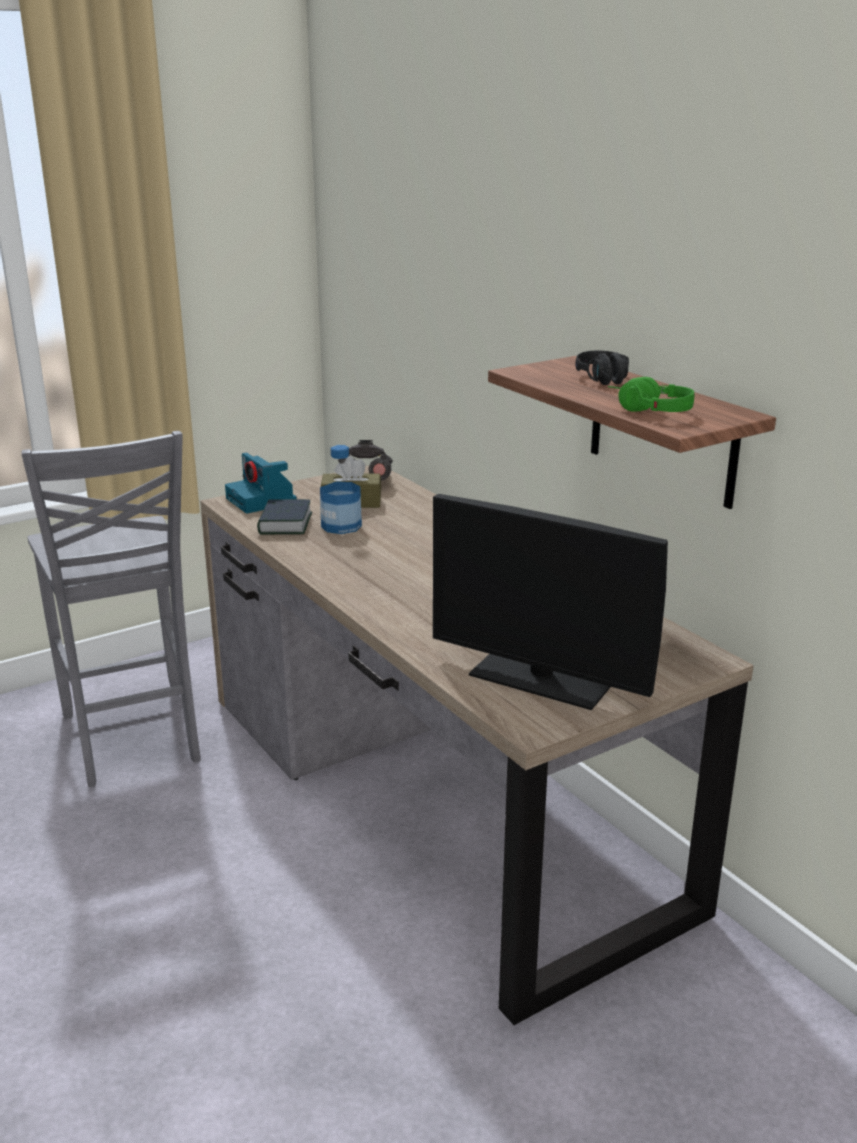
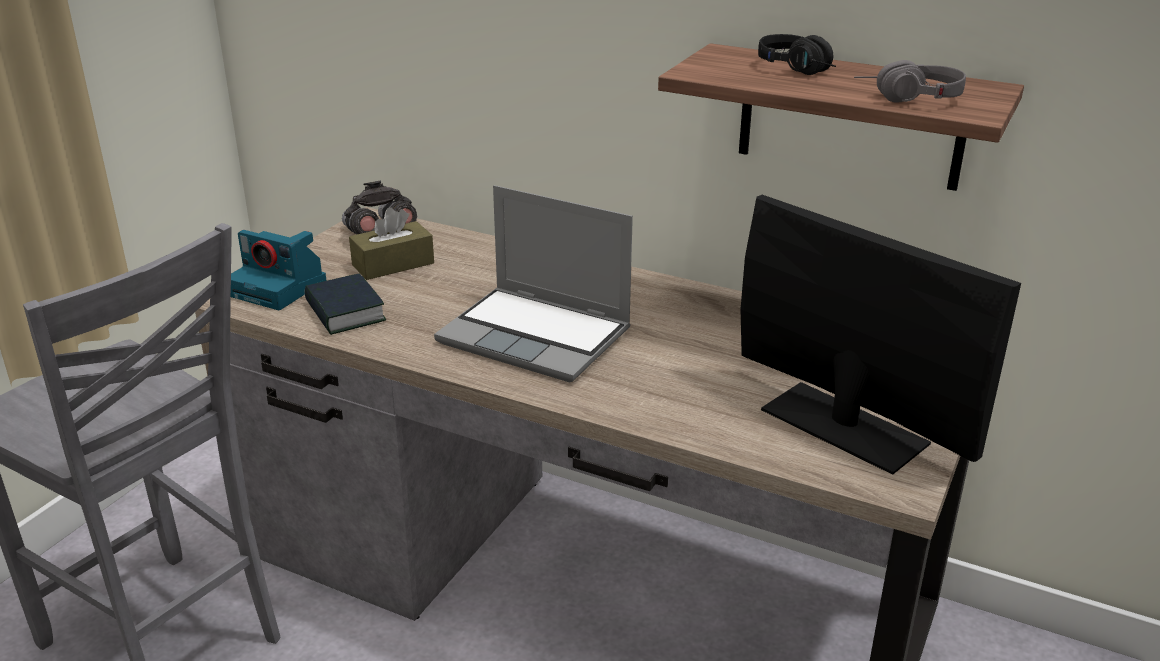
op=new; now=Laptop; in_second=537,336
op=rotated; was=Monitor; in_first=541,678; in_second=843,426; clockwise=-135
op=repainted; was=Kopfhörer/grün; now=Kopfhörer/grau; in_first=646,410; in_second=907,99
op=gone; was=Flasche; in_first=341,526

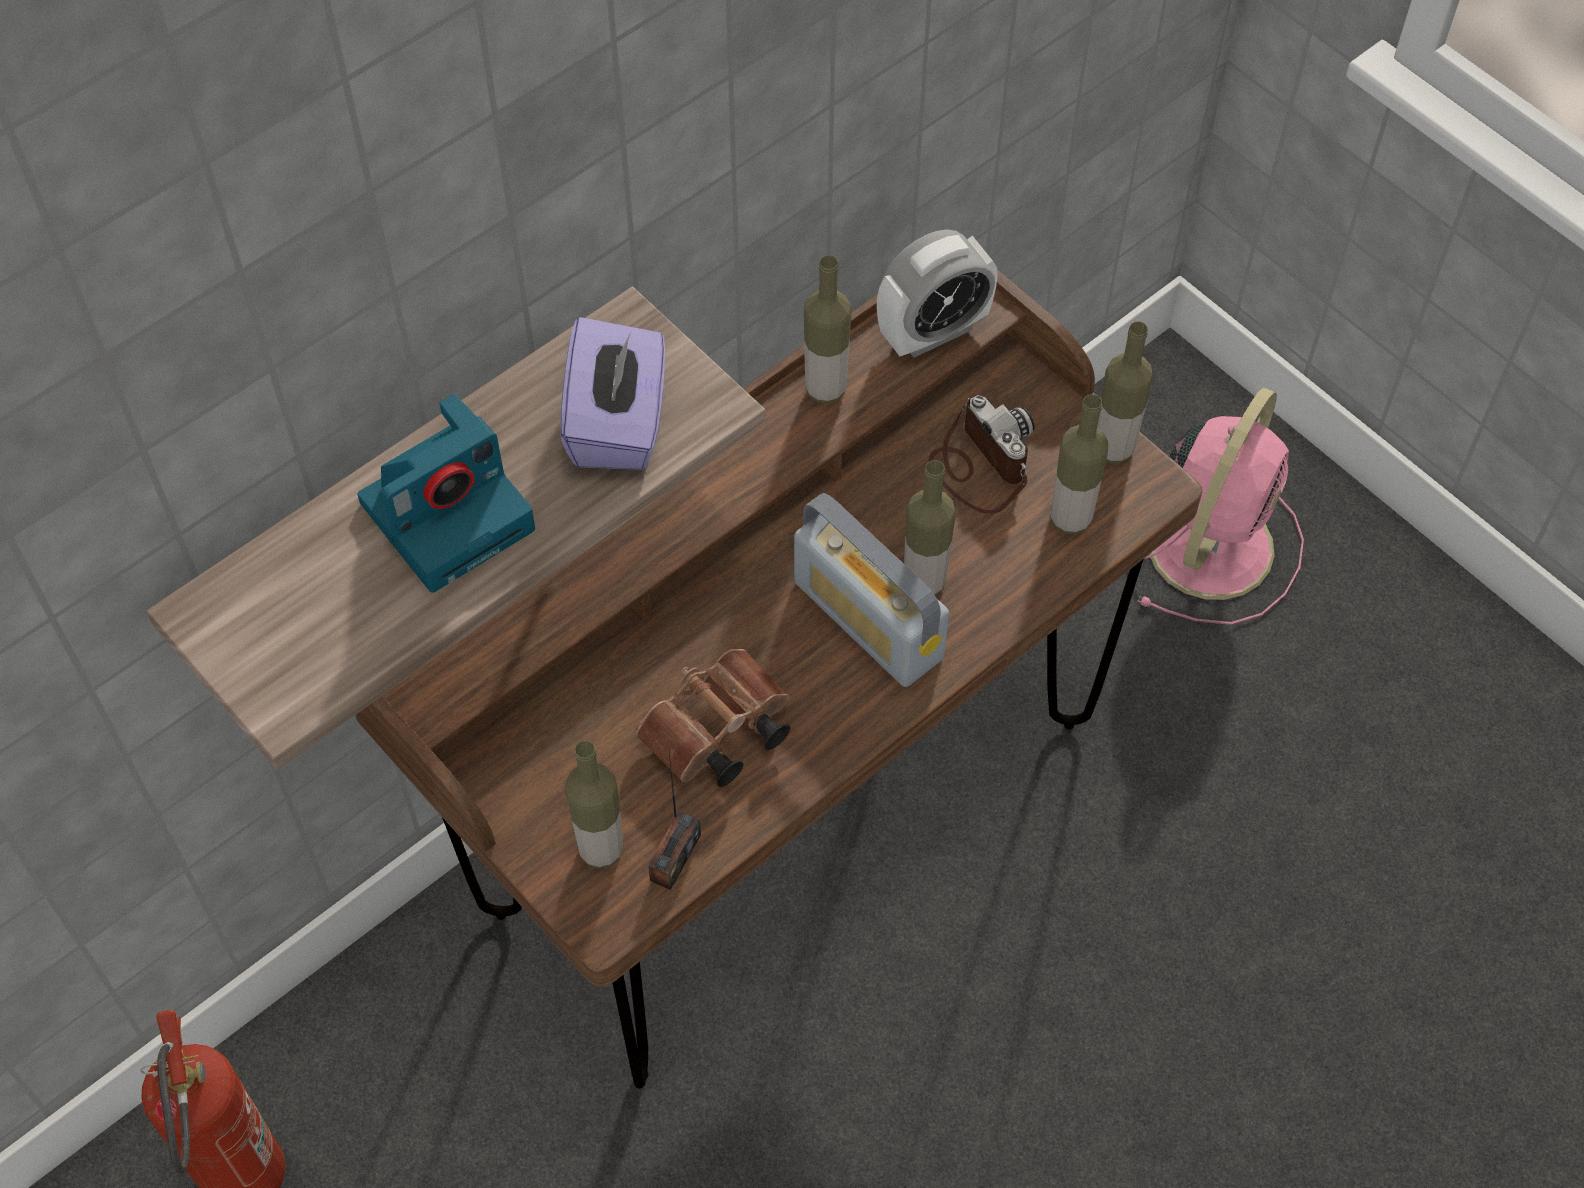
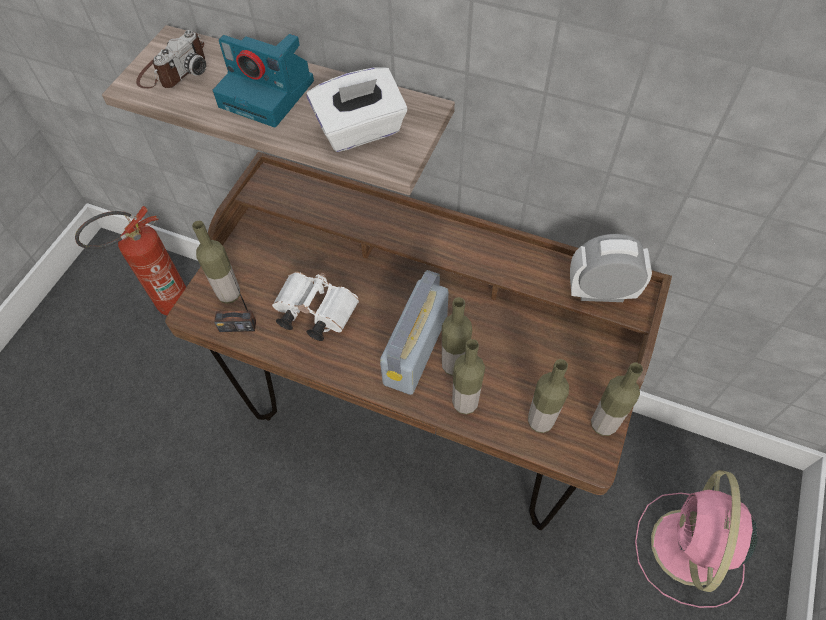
op=shifted; was=Kamera; in_first=979,465; in_second=174,70
op=repainted; was=Fernglas/braun; now=Fernglas/weiß; in_first=715,735; in_second=313,312
op=repainted; was=Taschentuchbox/lila; now=Taschentuchbox/weiß; in_first=618,423; in_second=360,131
op=shifted; was=Flasche; in_first=826,389; in_second=465,403
op=rotated; was=Wecker; in_first=933,332; in_second=601,293; clockwise=150
op=rotated; was=Ventilator/rosa; in_first=1212,542; in_second=688,550; clockwise=105

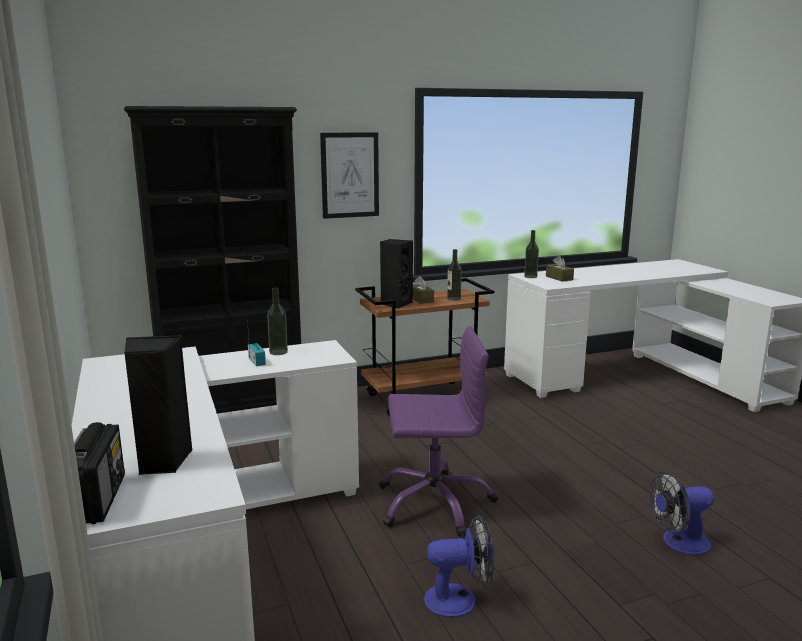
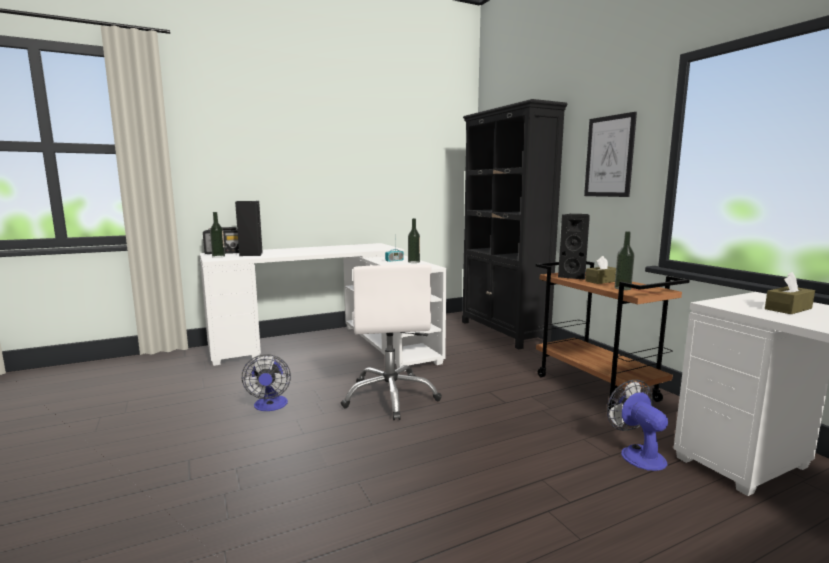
op=shifted; was=Flasche; in_first=530,277; in_second=218,256
op=repainted; was=Bürostuhl/lila; now=Bürostuhl/weiß; in_first=434,503; in_second=391,397
op=shifted; was=Ventilator; in_first=678,543; in_second=637,454

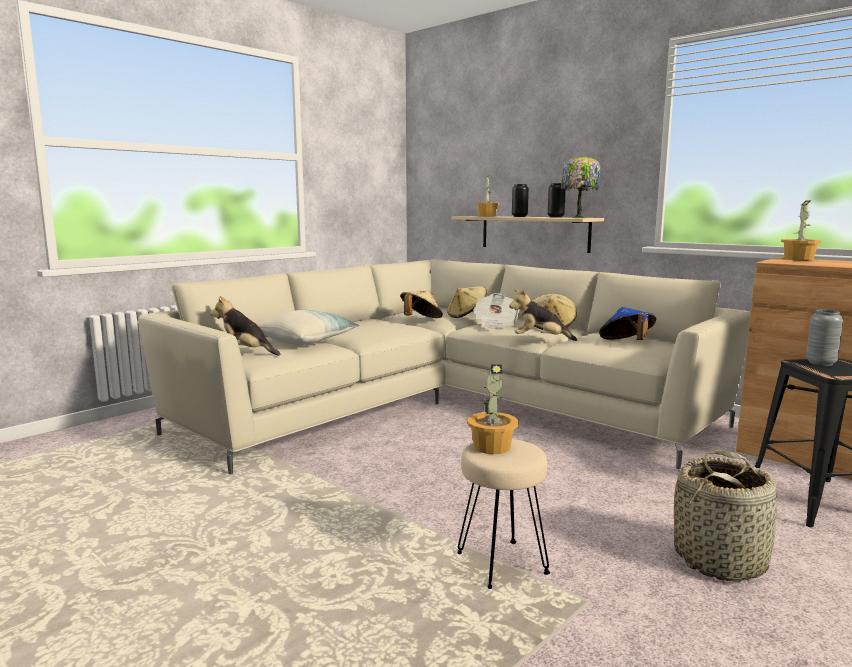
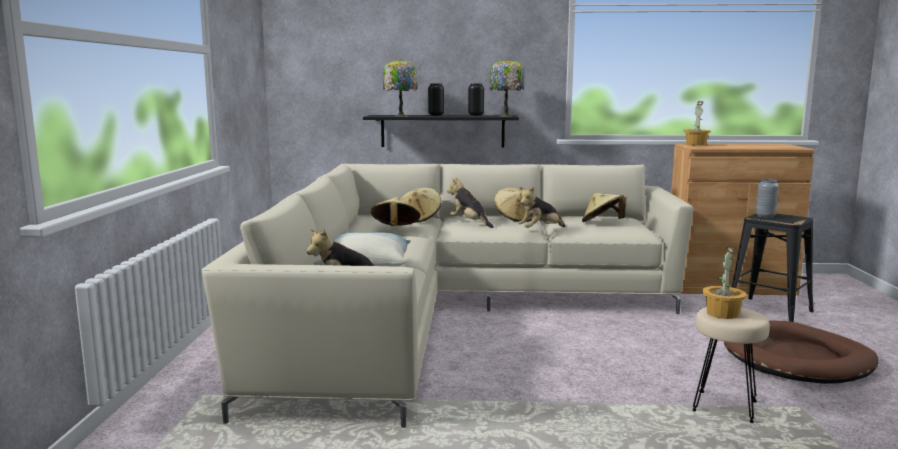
op=repainted; was=Wandregal/beige; now=Wandregal/schwarz; in_first=534,233; in_second=442,131
op=swapped; was=Topfpflanze; now=Tischlampe; in_first=487,216; in_second=400,115
op=swapped; was=Zeitung; now=Plüschtier; in_first=495,324; in_second=469,223
op=repainted; was=Hut/blau; now=Hut/beige; in_first=626,343; in_second=602,223
op=swapped; was=Korb; now=Hundebett/braun; in_first=720,559; in_second=798,359

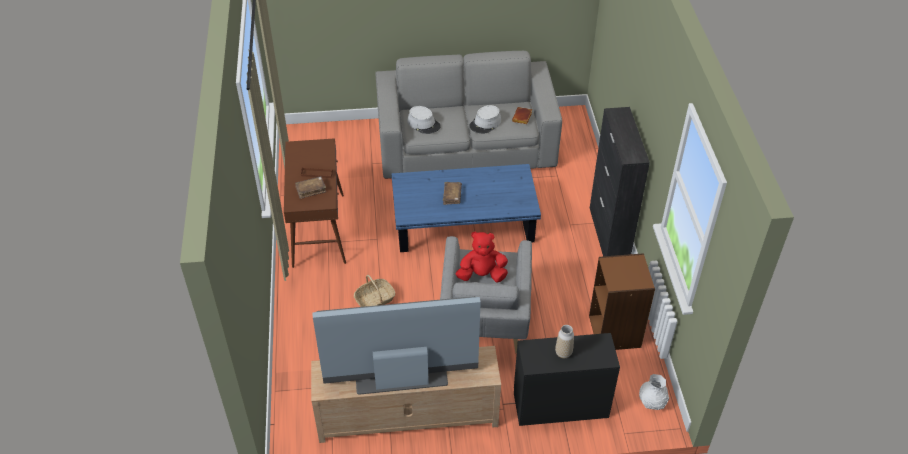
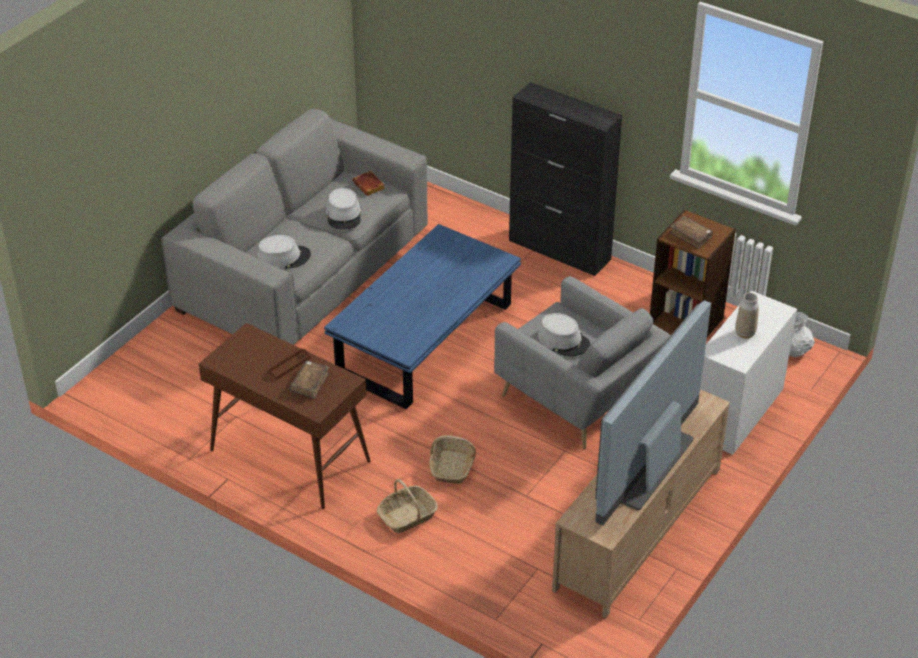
op=new; now=Korb; in_second=407,516
op=swapped; was=Plüschtier/rot; now=Hut/grau; in_first=482,275; in_second=564,341
op=shifted; was=Buch/braun; in_first=452,196; in_second=691,236
op=repainted; was=Kommode/schwarz; now=Kommode/weiß; in_first=560,404; in_second=735,411

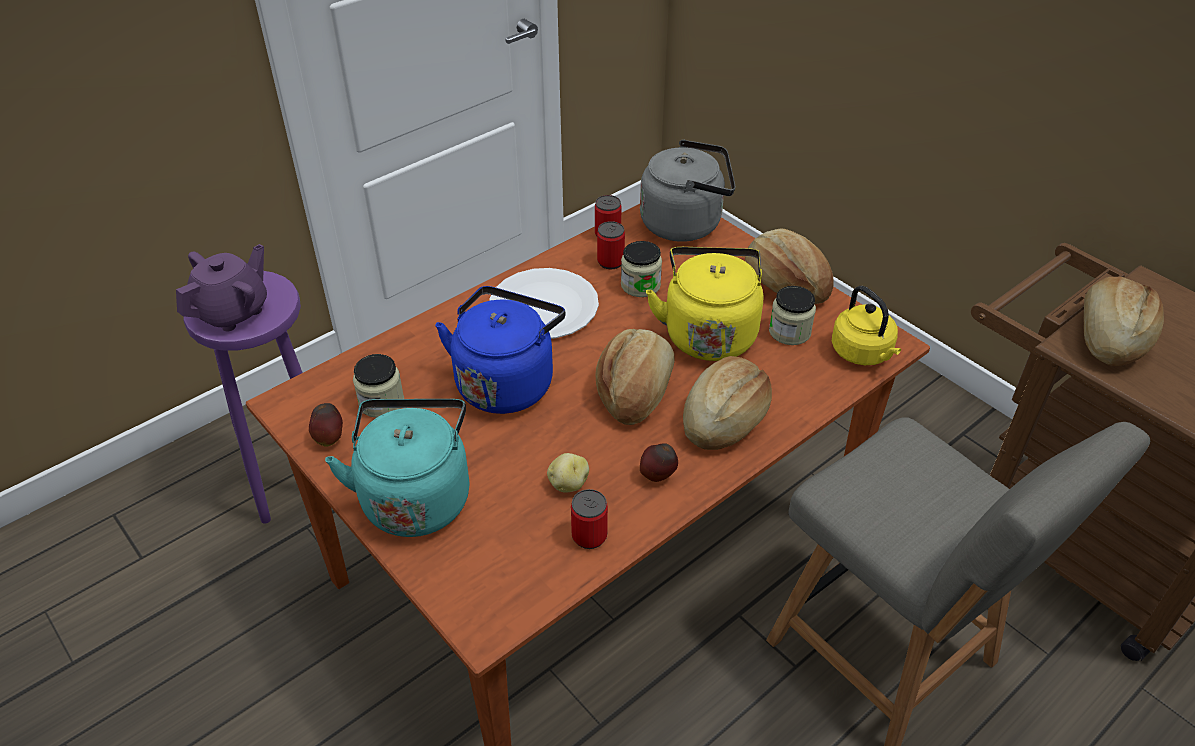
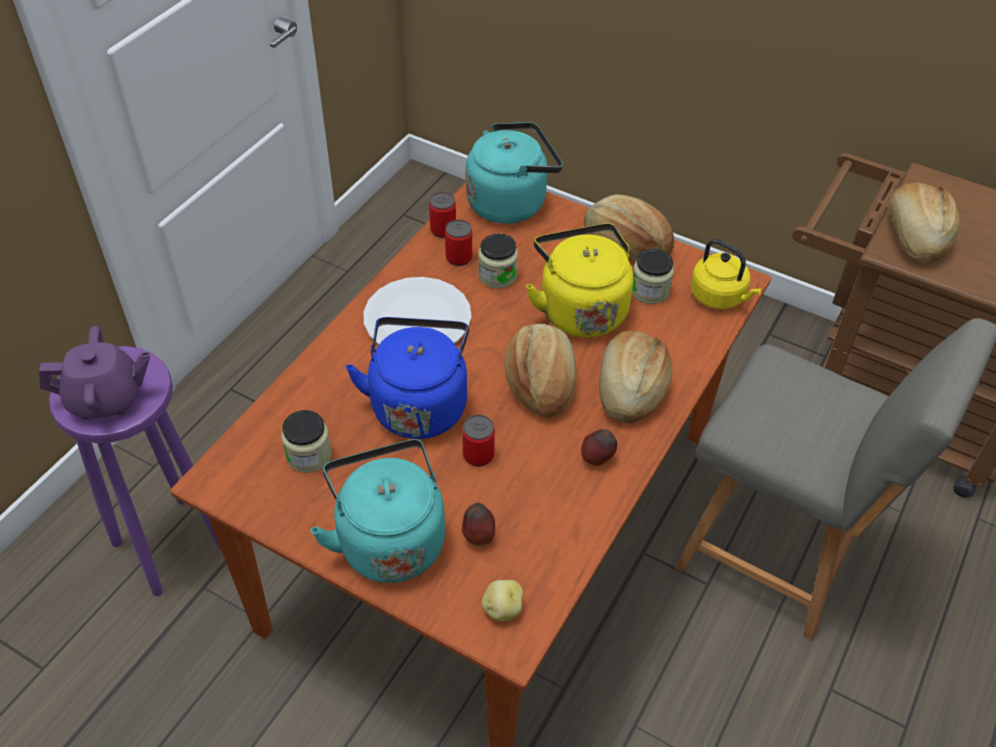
op=rotated; was=Teekanne/lila; in_first=233,312; in_second=106,399; clockwise=60
op=shifted; was=Dose; in_first=589,536; in_second=478,455
op=shifted; was=Apfel; in_first=329,439; in_second=478,536
op=repainted; was=Wasserkessel/grau; now=Wasserkessel/türkis; in_first=686,223; in_second=511,202
op=shifted; was=Kartoffel; in_first=568,483; in_second=502,609

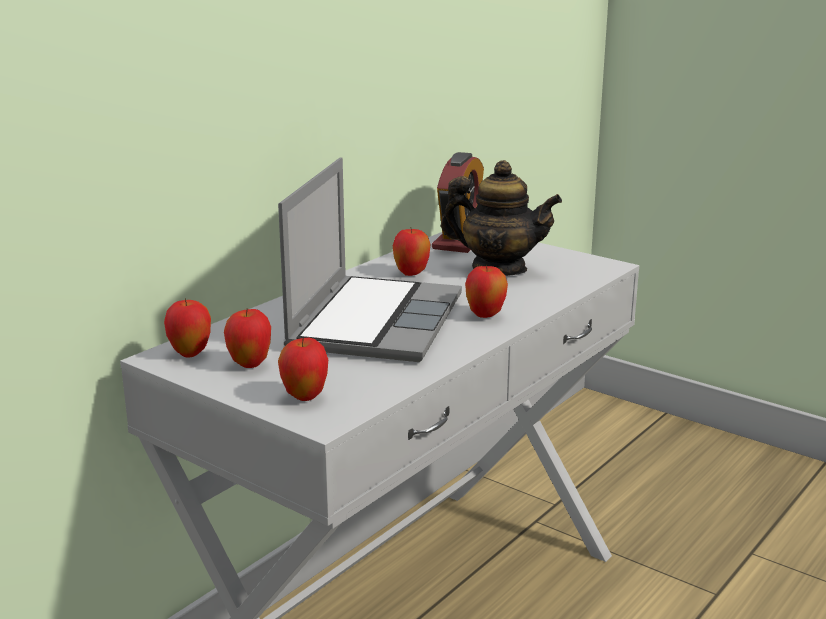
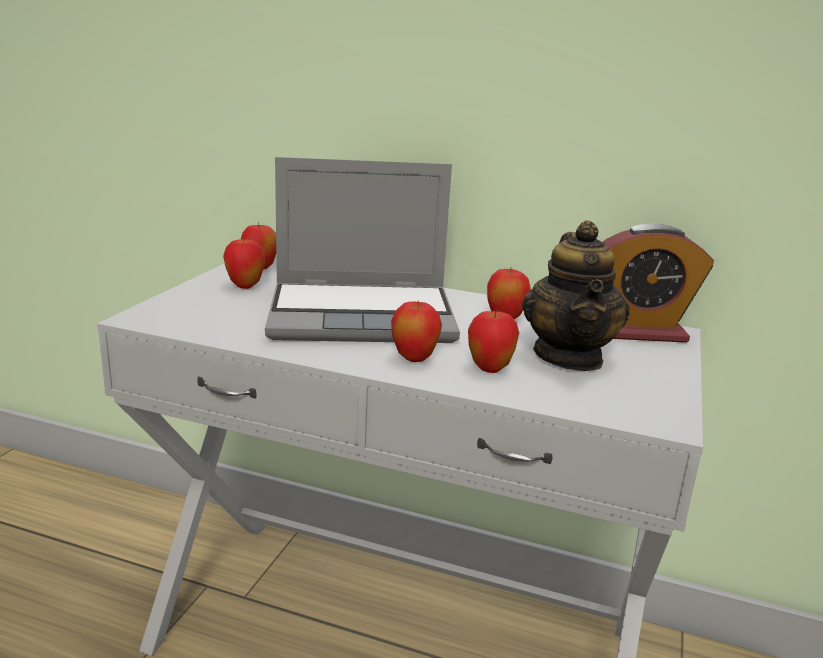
op=shifted; was=Apfel; in_first=305,397; in_second=489,369

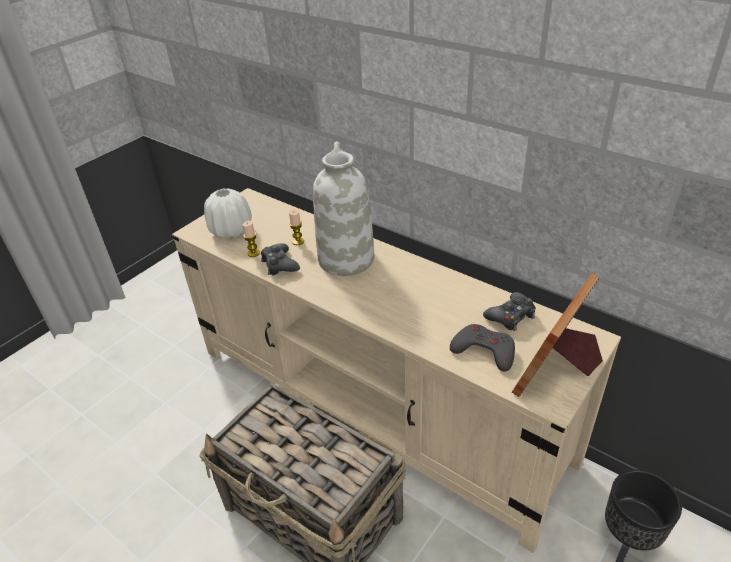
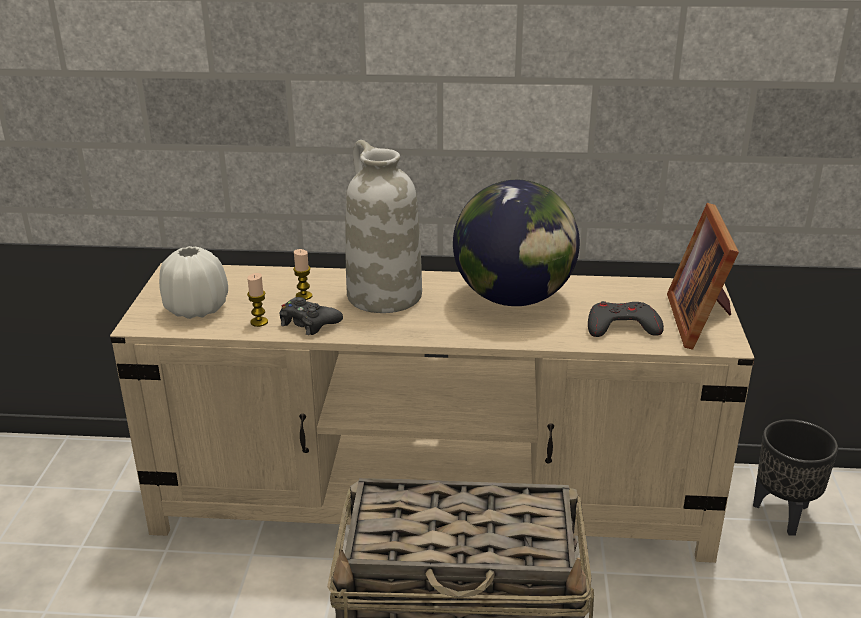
op=new; now=Globus; in_second=514,298
op=gone; was=Gamepad/schwarz; in_first=511,316

